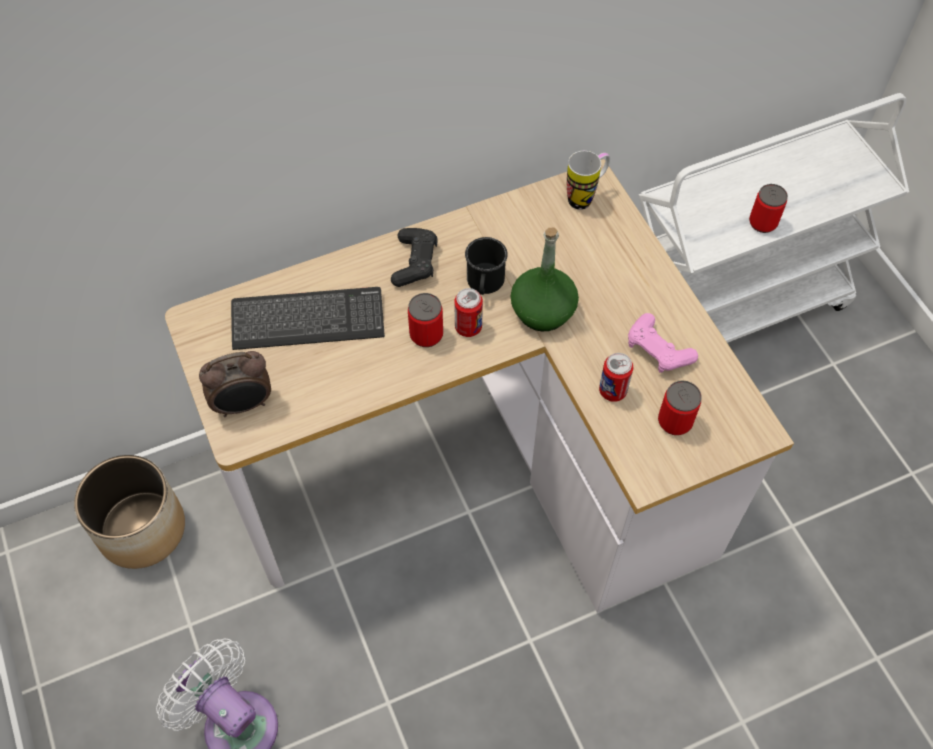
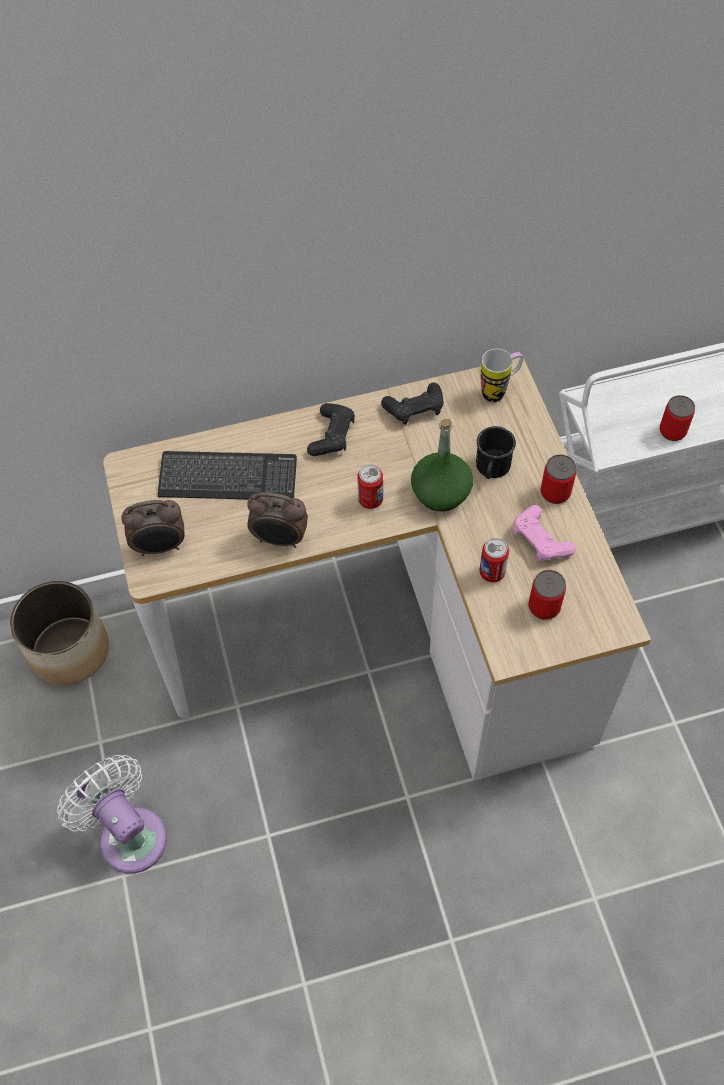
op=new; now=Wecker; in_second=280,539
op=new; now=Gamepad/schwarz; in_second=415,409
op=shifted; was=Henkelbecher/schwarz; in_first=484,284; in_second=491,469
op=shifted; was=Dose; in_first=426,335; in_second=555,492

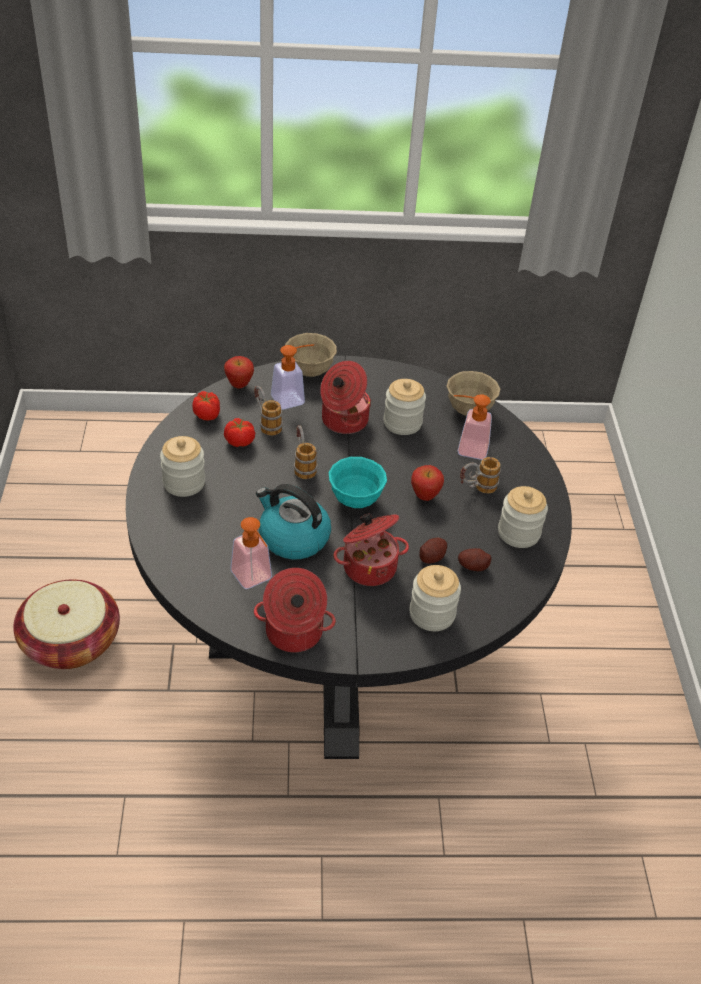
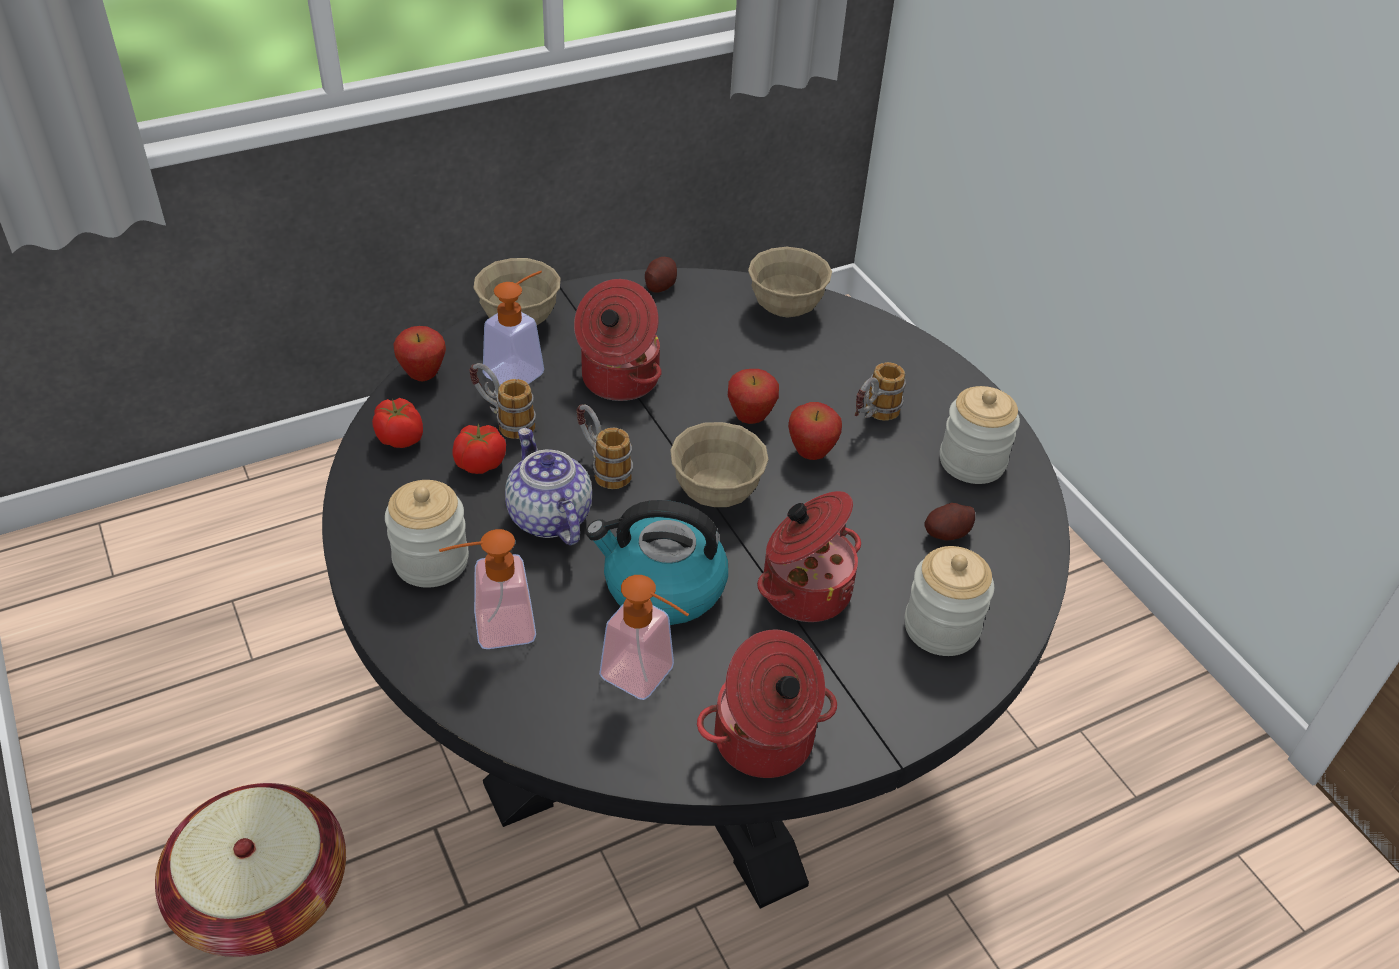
op=shifted; was=Seifenspender; in_first=466,448; in_second=492,629
op=new; now=Teekanne; in_second=548,517
op=shifted; was=Kartoffel; in_first=432,557; in_second=660,285
op=repainted; was=Schüssel/türkis; now=Schüssel/beige; in_first=355,500; in_second=716,494
op=new; now=Apfel; in_second=750,419
op=gone; was=Vorratsglas; in_first=402,423

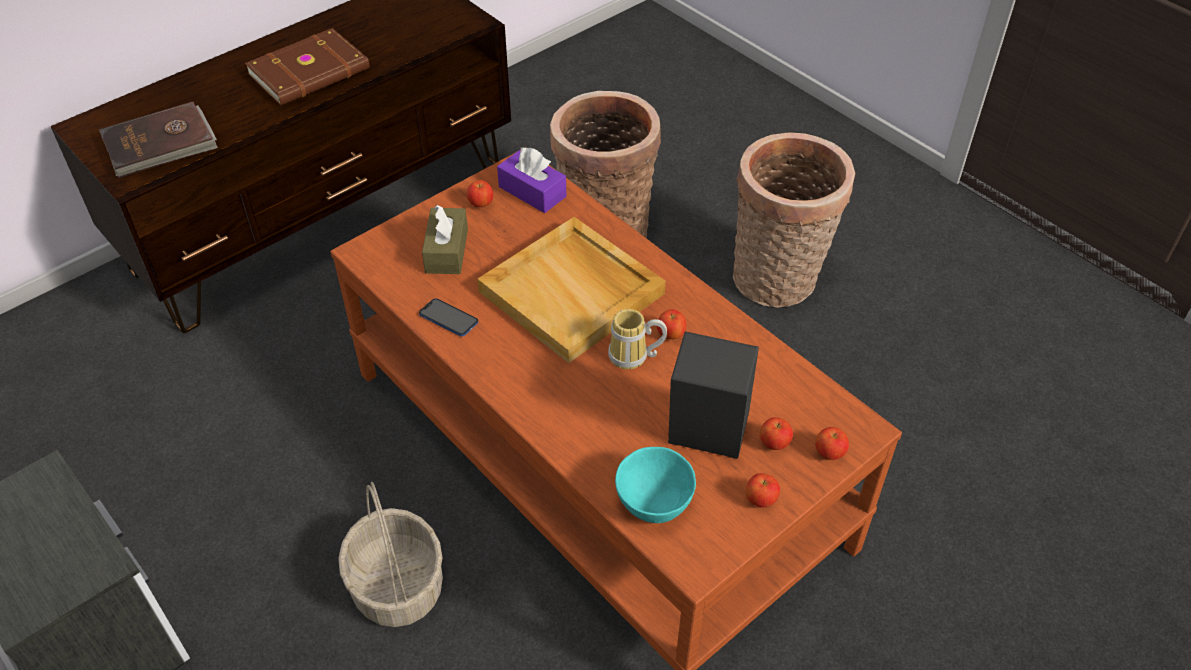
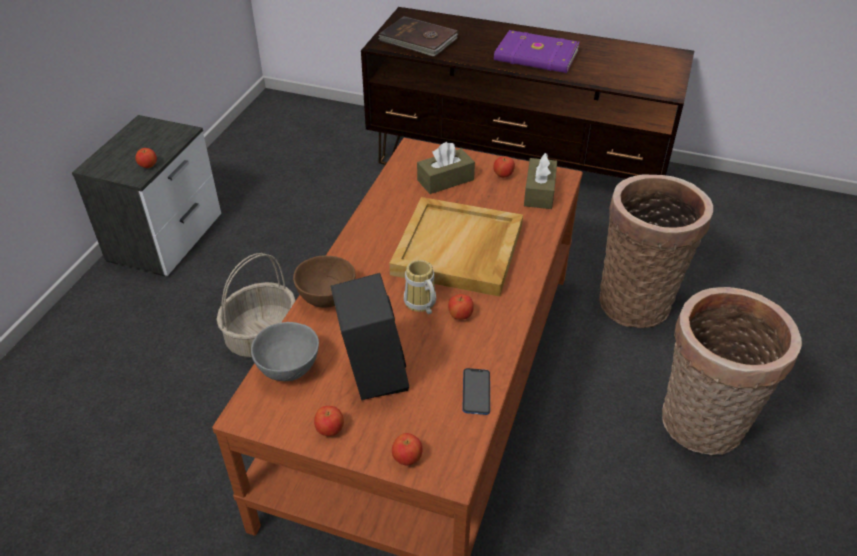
op=shifted; was=Apfel; in_first=774,443; in_second=148,166
op=repainted; was=Schüssel/türkis; now=Schüssel/grau; in_first=654,503; in_second=290,369
op=new; now=Schüssel/braun; in_second=326,298
op=shifted; was=Handy; in_first=448,318; in_second=476,392
op=repainted; was=Buch/braun; now=Buch/lila; in_first=310,72; in_second=536,56
op=repainted; was=Taschentuchbox/lila; now=Taschentuchbox/braun; in_first=532,192; in_second=539,192

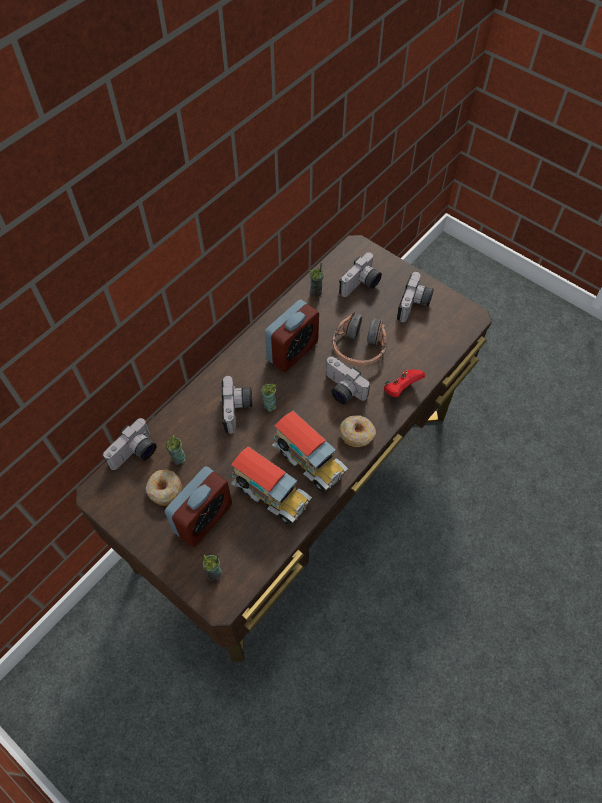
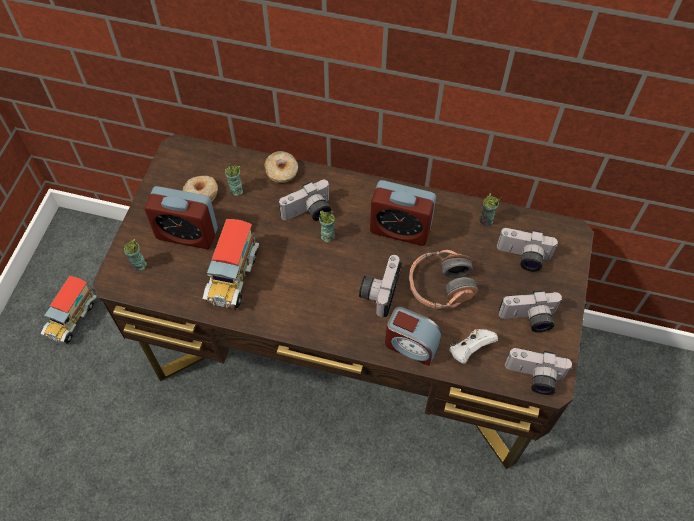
op=shifted; was=Spielzeuglaster; in_first=309,462; in_second=72,318
op=shifted; was=Donut; in_first=357,434; in_second=282,171
op=swapped; was=Gamepad/rot; now=Wecker; in_first=401,388; in_second=411,345
op=new; now=Gamepad/weiß; in_second=469,350
op=shifted; was=Kamera; in_first=135,454; in_second=533,378

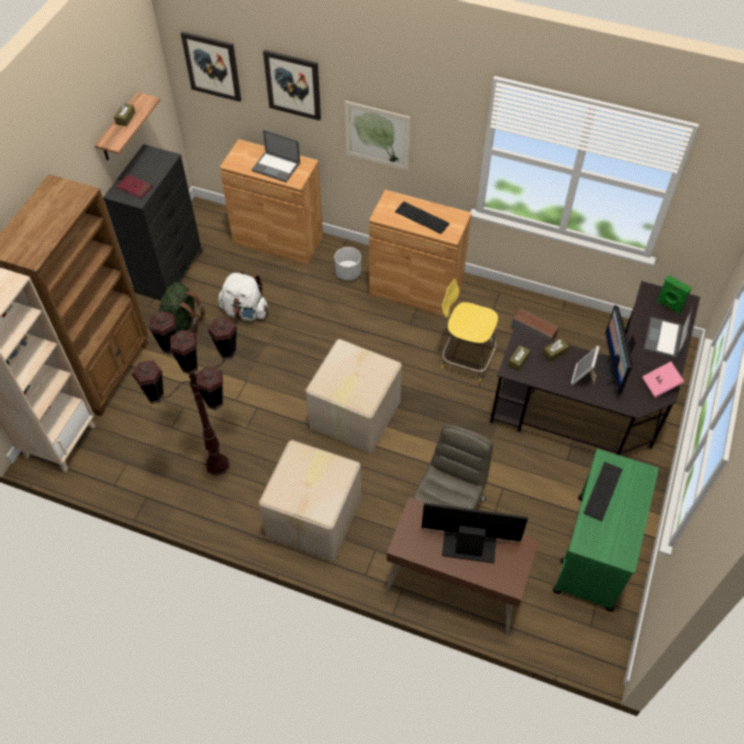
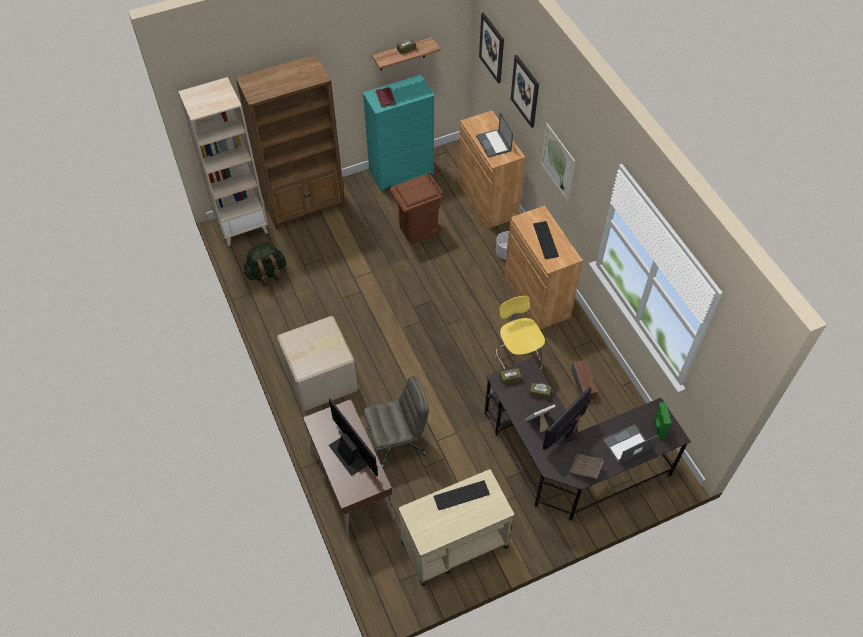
op=shifted; was=Rucksack/grün; in_first=181,323; in_second=267,274
op=repainted; was=Kommode/schwarz; now=Kommode/türkis; in_first=169,271; in_second=402,173
op=swapped; was=Rucksack/weiß; now=Mülleimer/braun; in_first=245,311; in_second=417,230
op=repainted; was=Rollwagen/grün; now=Rollwagen/beige; in_first=594,553; in_second=453,545
op=repainted; was=Buch/rosa; now=Buch/braun; in_first=660,384; in_second=585,470
op=gone; was=Stehlampe/braun; in_first=216,464
op=gone; was=Karton; in_first=353,415

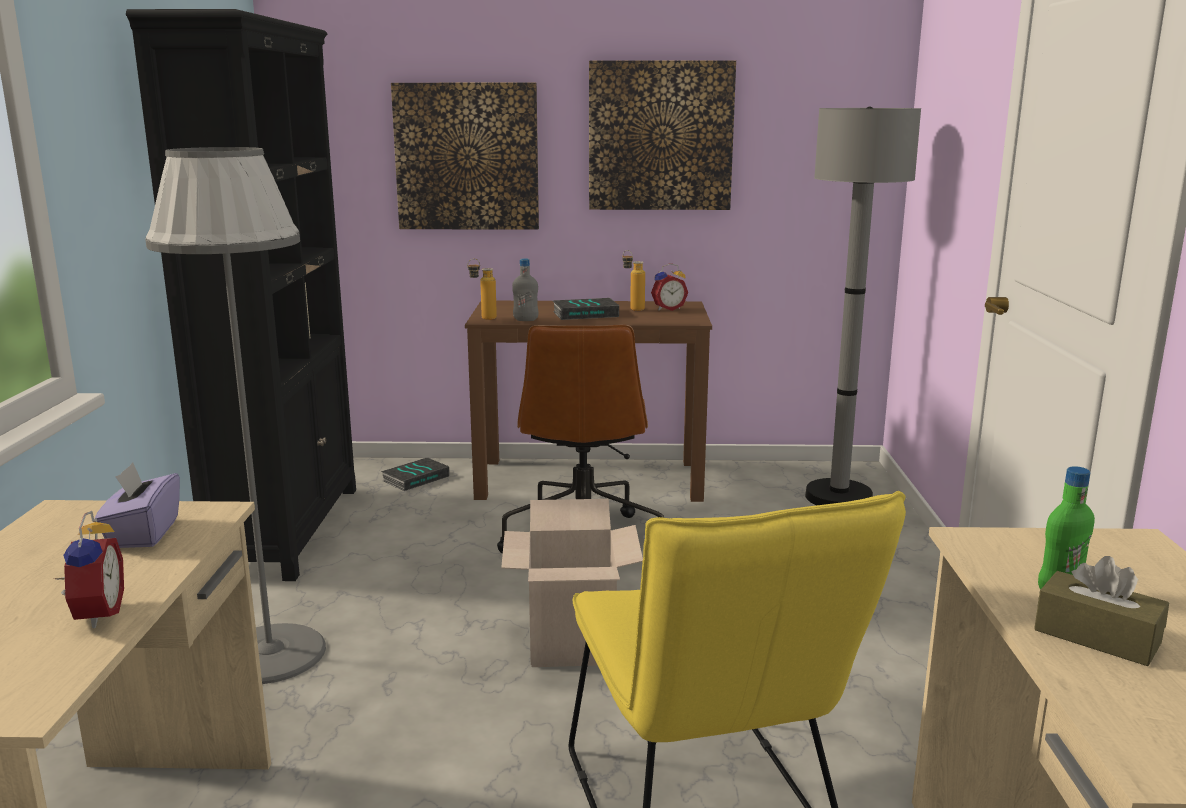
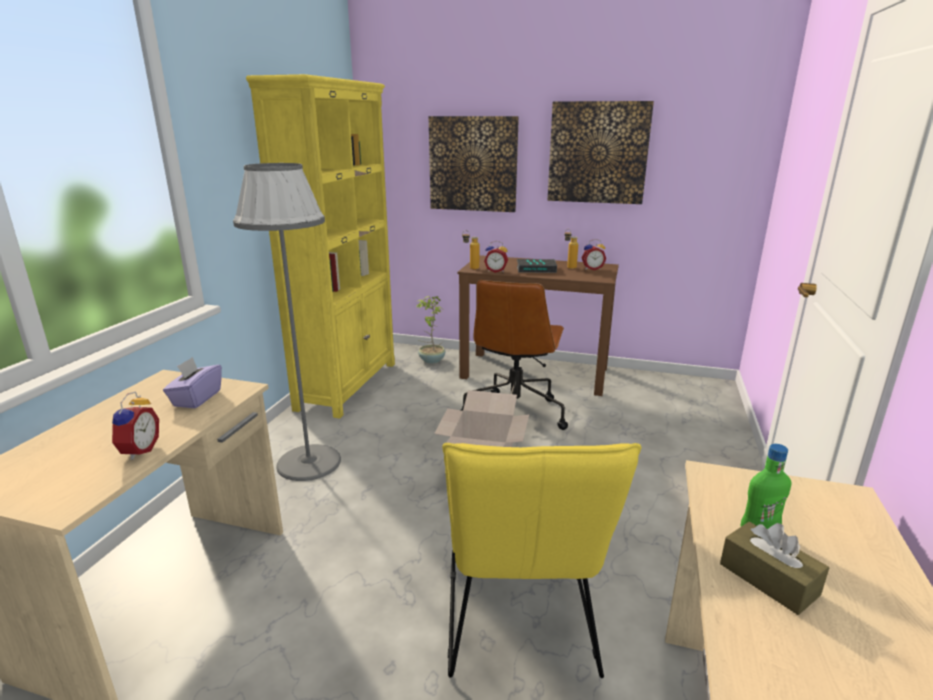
op=repainted; was=Bücherregal/schwarz; now=Bücherregal/gelb; in_first=288,529; in_second=348,385
op=swapped; was=Buch; now=Topfpflanze; in_first=416,478; in_second=431,360
op=swapped; was=Flasche/grau; now=Wecker; in_first=525,320; in_second=496,271
op=gone; was=Stehlampe/grau; in_first=838,497

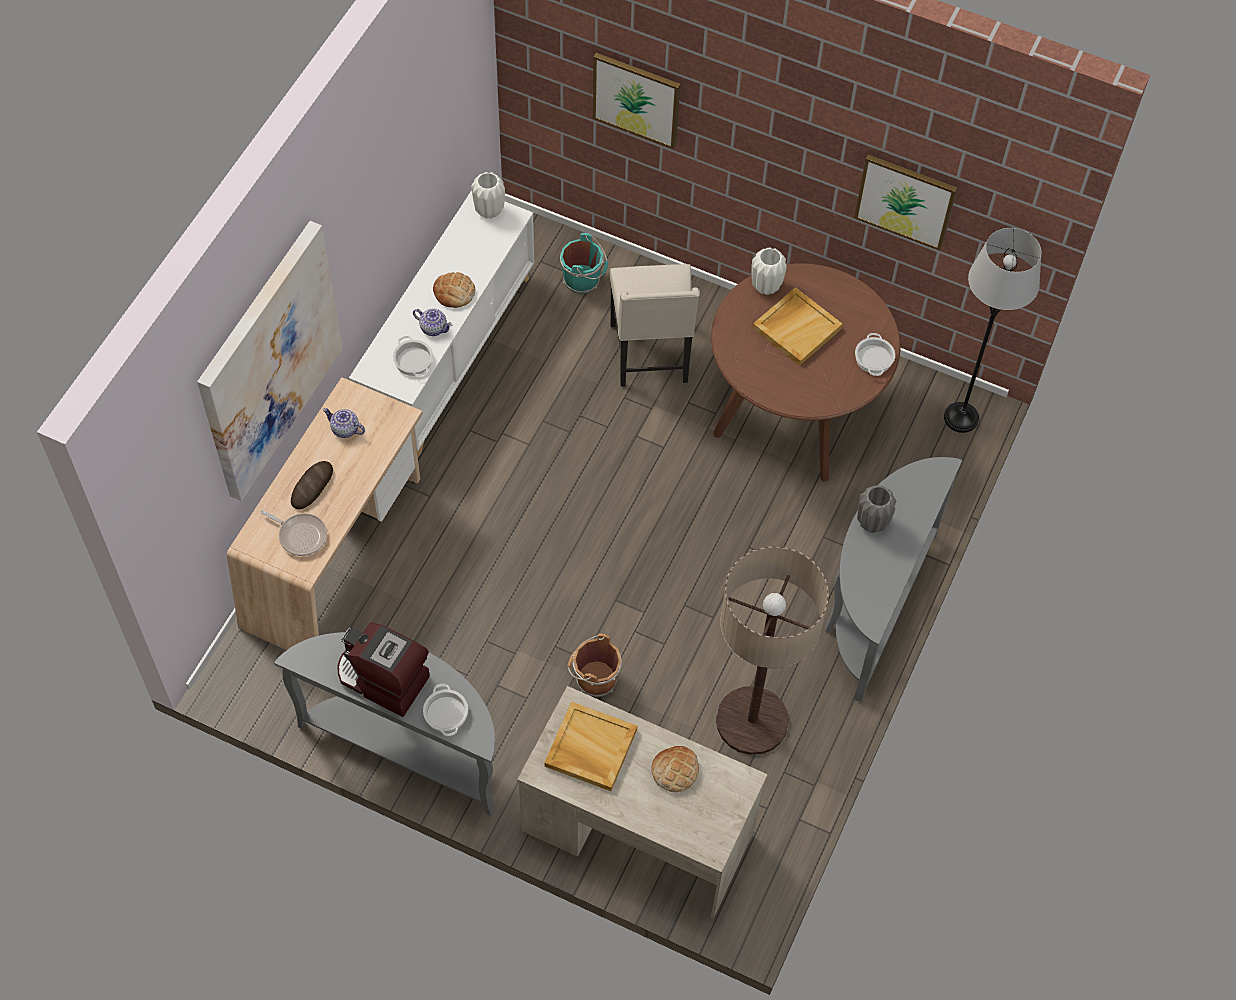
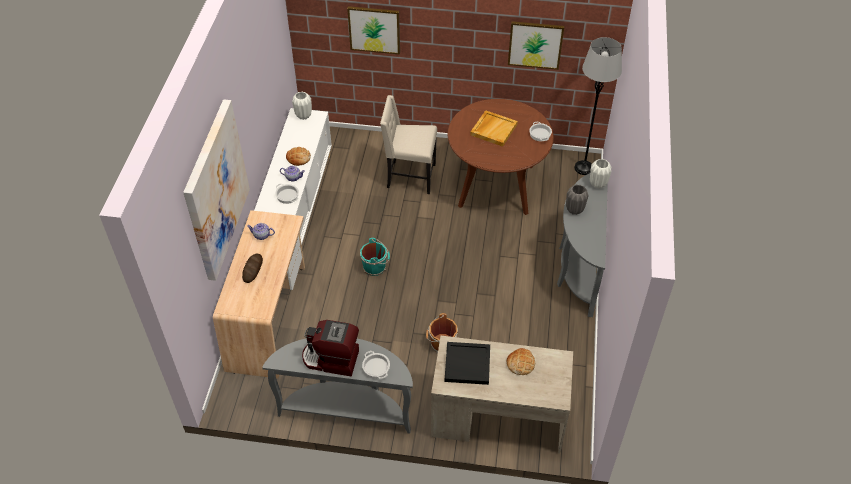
op=shifted; was=Eimer/türkis; in_first=583,280; in_second=375,267
op=rotated; was=Stuhl/beige; in_first=651,355; in_second=410,177; clockwise=120
op=repainted; was=Tablett/beige; now=Tablett/schwarz; in_first=590,748; in_second=467,365
op=shifted; was=Vase/weiß; in_first=765,286; in_second=597,184
op=gone; was=Pfanne; in_first=300,535
op=gone; was=Stehlampe; in_first=751,721

